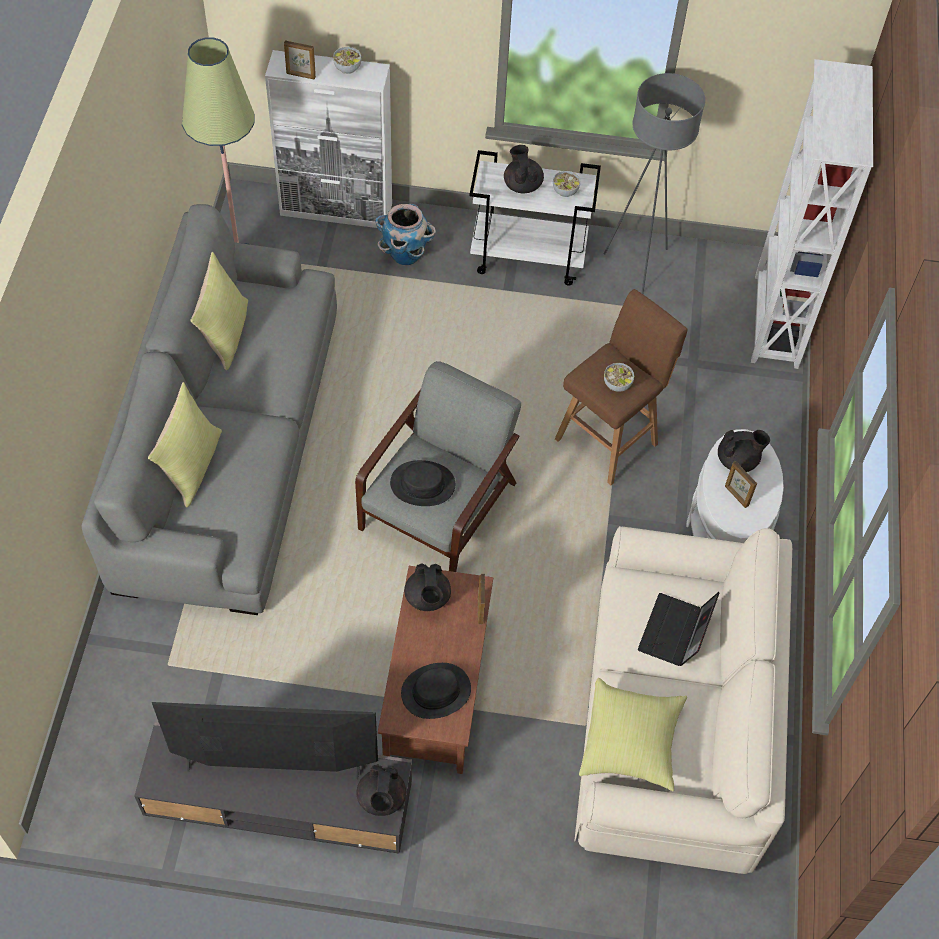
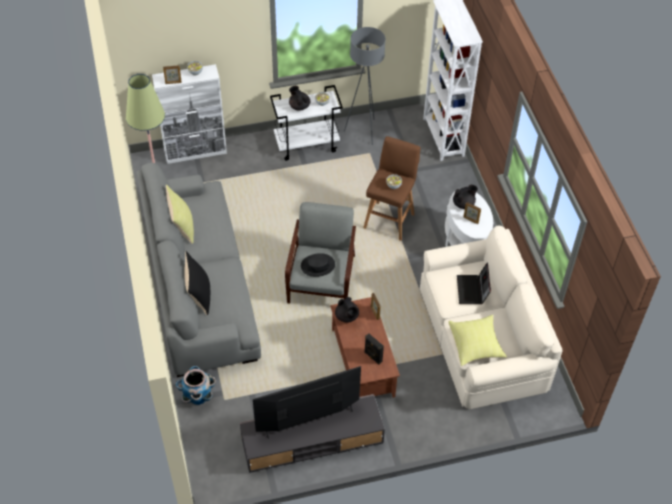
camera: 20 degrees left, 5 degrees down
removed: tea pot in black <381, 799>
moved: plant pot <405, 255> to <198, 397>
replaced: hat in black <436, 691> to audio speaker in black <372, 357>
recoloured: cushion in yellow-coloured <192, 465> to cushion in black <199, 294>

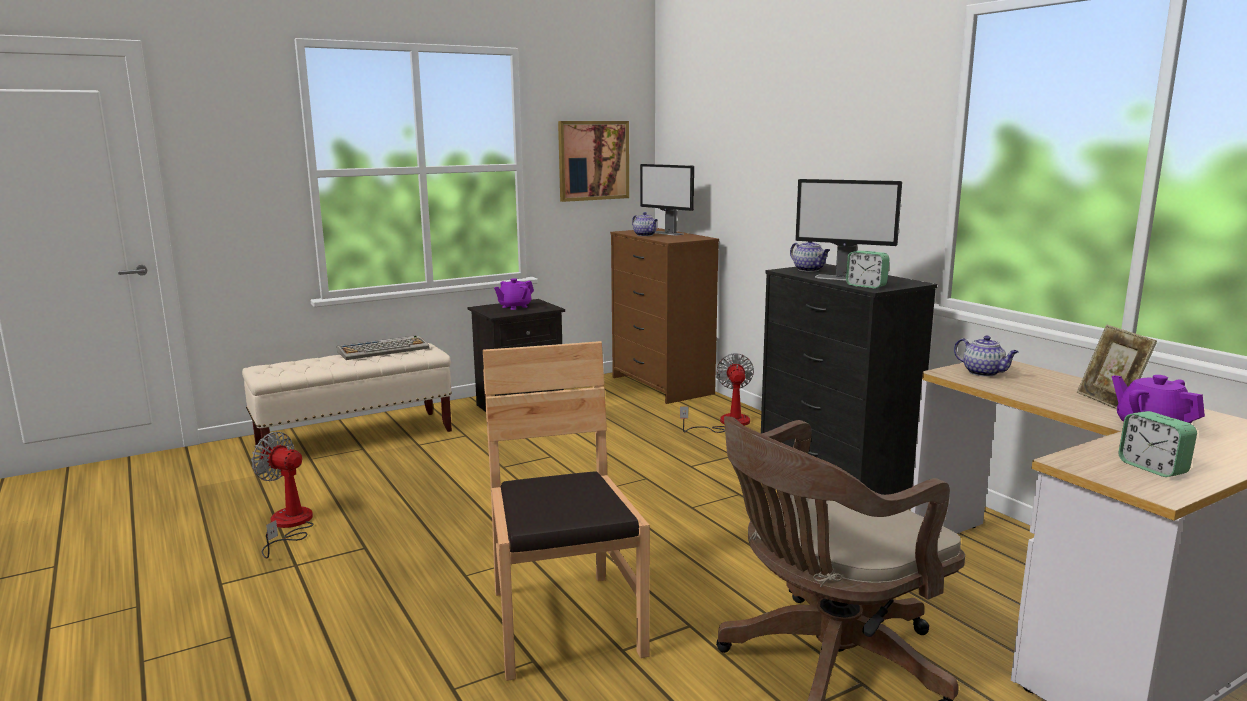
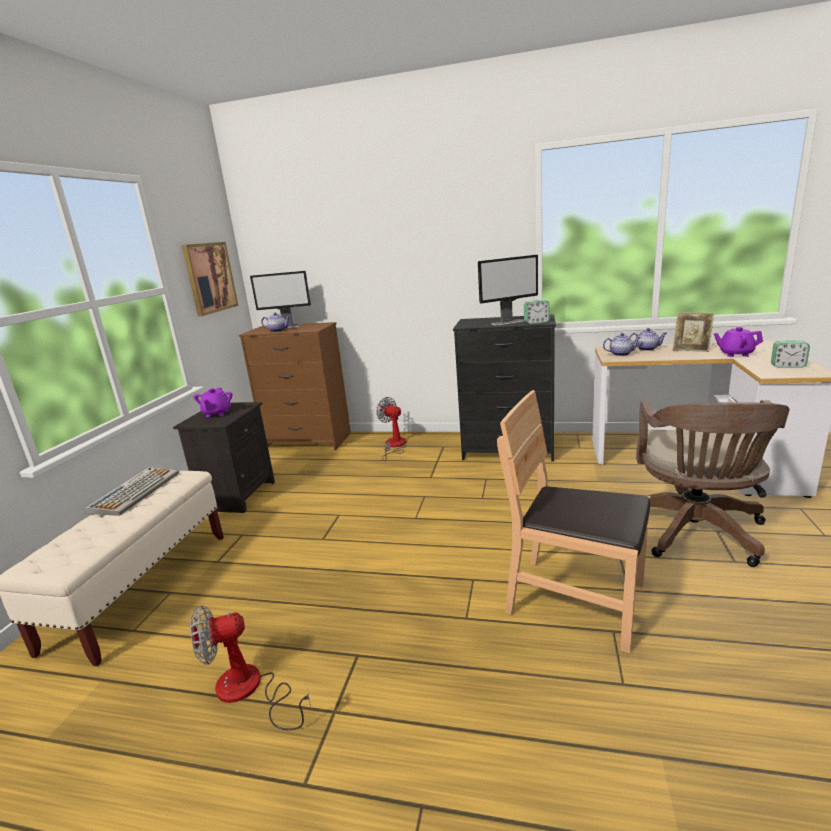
camera: 45 degrees left, 5 degrees up
moved: tea pot <809, 270> to <647, 349>

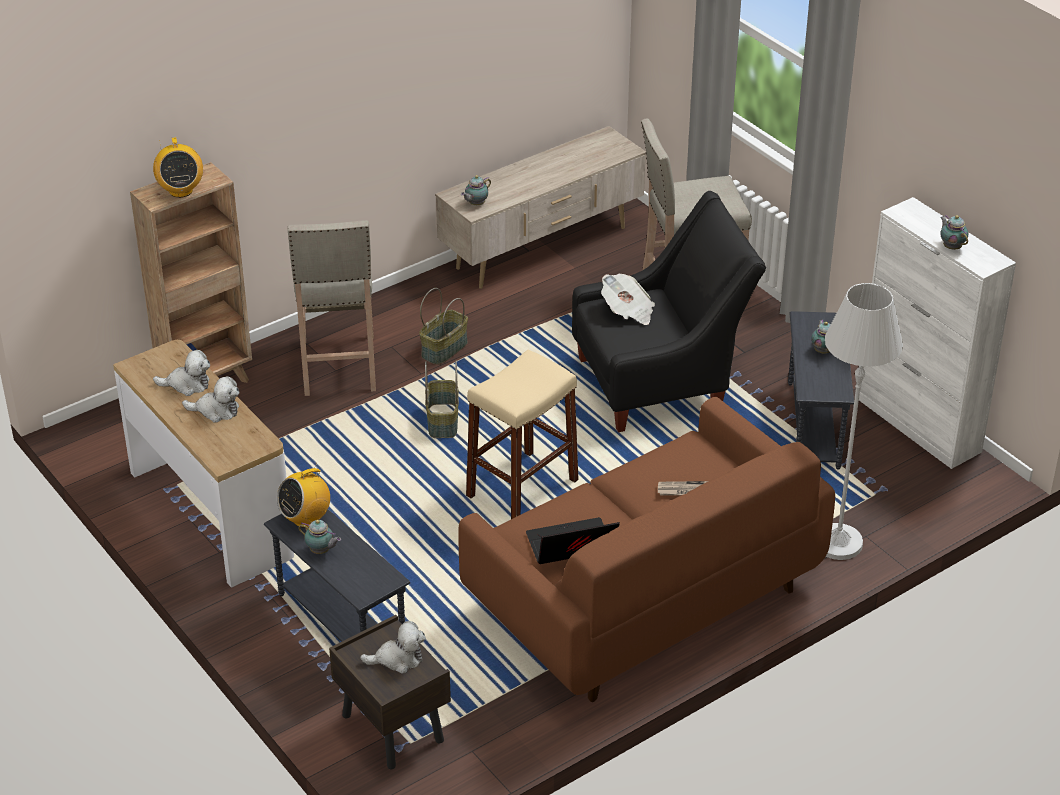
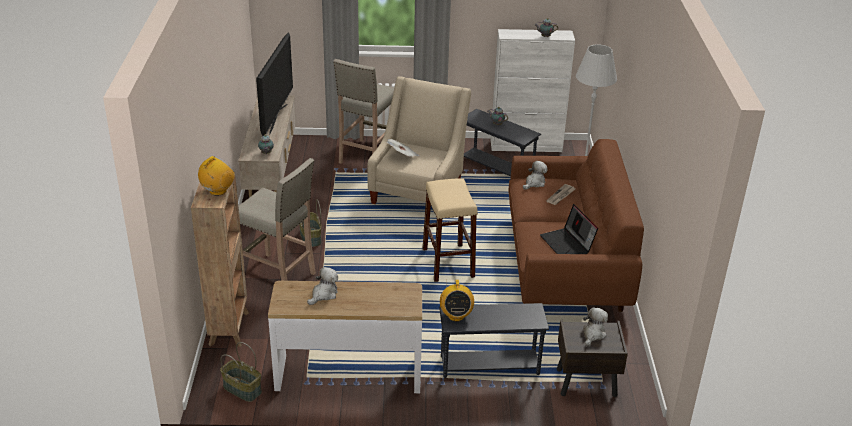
camera: 55 degrees left, 5 degrees down
removed: tea pot <321, 551>
added: TV <277, 118>
moved: basket <443, 422> to <243, 389>; plush toy <216, 410> to <534, 183>
recoloured: armchair in black <661, 383> to armchair in beige <418, 191>
turned: radio <180, 191> = <217, 191> 75 degrees counterclockwise; portable computer <570, 548> = <567, 244> 45 degrees counterclockwise

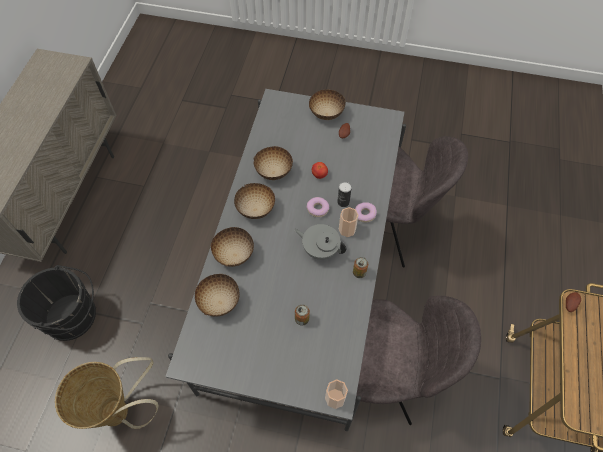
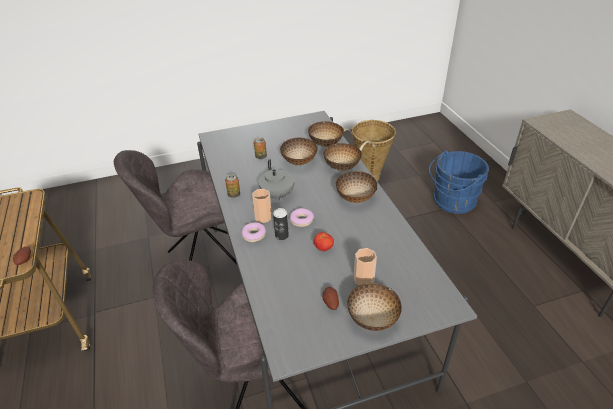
camera: 150 degrees right, 20 degrees down
moved: bowl <274, 171> to <299, 162>; drinking cup <335, 398> to <363, 279>
recoloured: pail in black <74, 317> to pail in blue-coloured <452, 201>
turned: tea pot in grey <320, 249> = <277, 195> 75 degrees clockwise

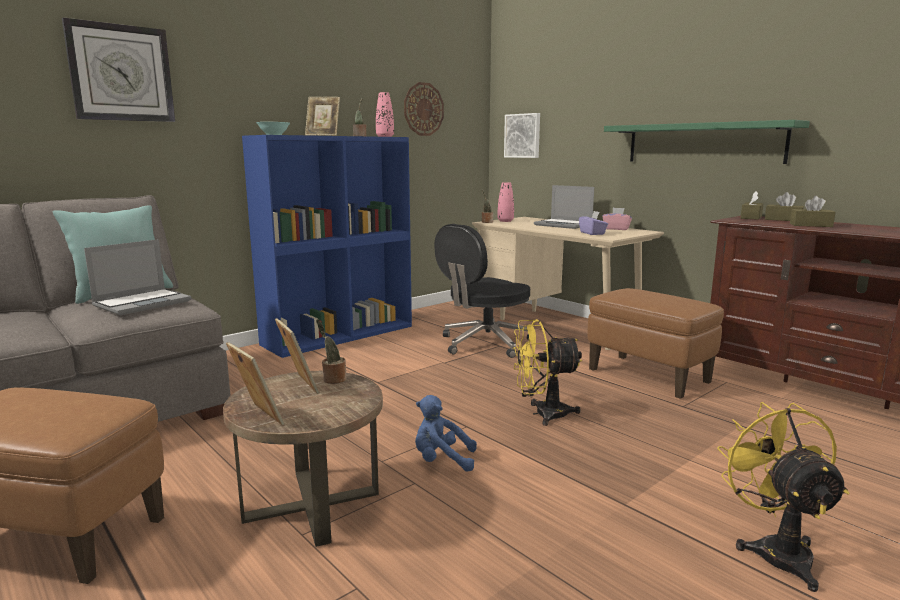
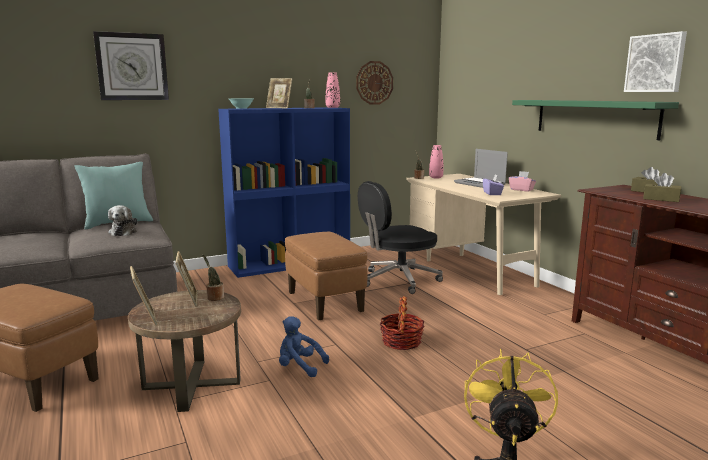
camera: 15 degrees right, 0 degrees up
removed: tissue box in brown <751, 217>
moved: pouffe in brown <647, 376> to <324, 302>; picture <523, 136> to <655, 63>
replaced: portable computer <143, 303> to plush toy <124, 232>; fan in yellow-coloured <542, 414> to basket <401, 342>

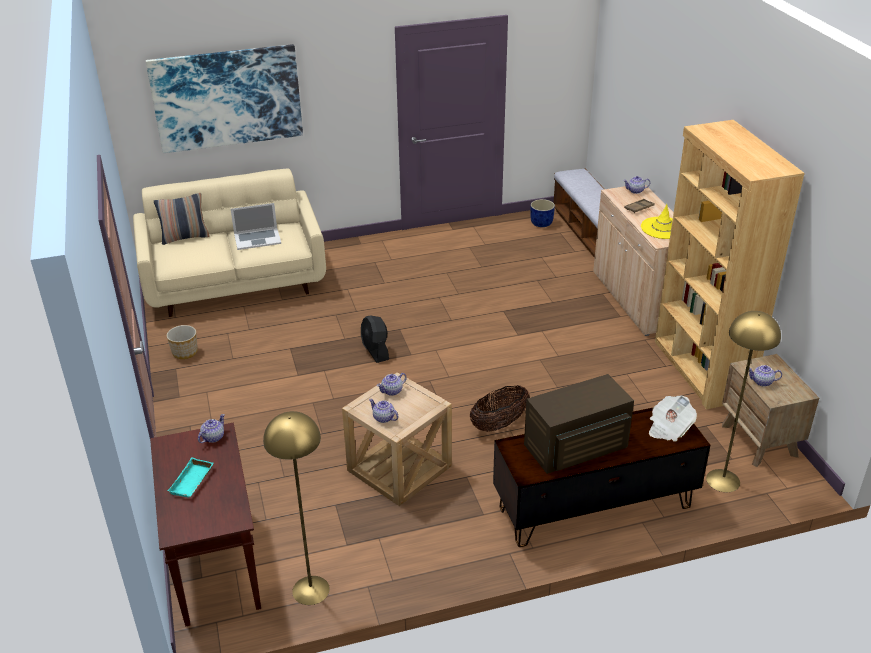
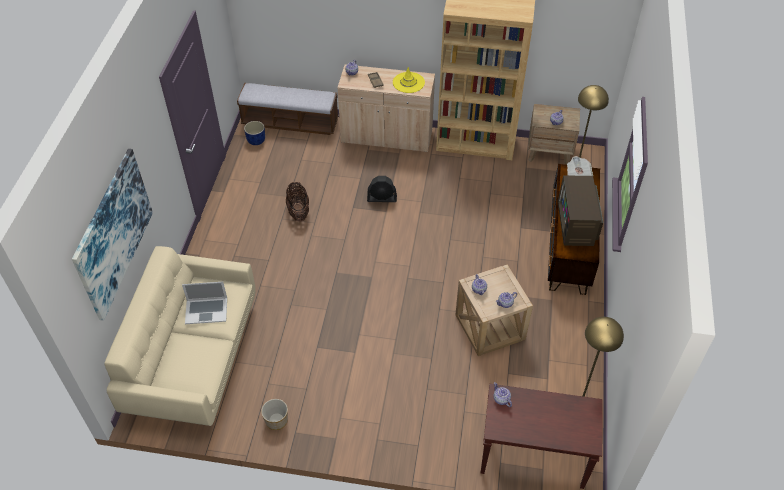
camera: 65 degrees left, 15 degrees up
removed: cushion <185, 237>; tray in turquoise-coloured <192, 482>
moved: basket <499, 424> to <298, 211>; fan in black <375, 351> to <382, 198>
turned: portable computer <257, 238> = <206, 310> 75 degrees clockwise

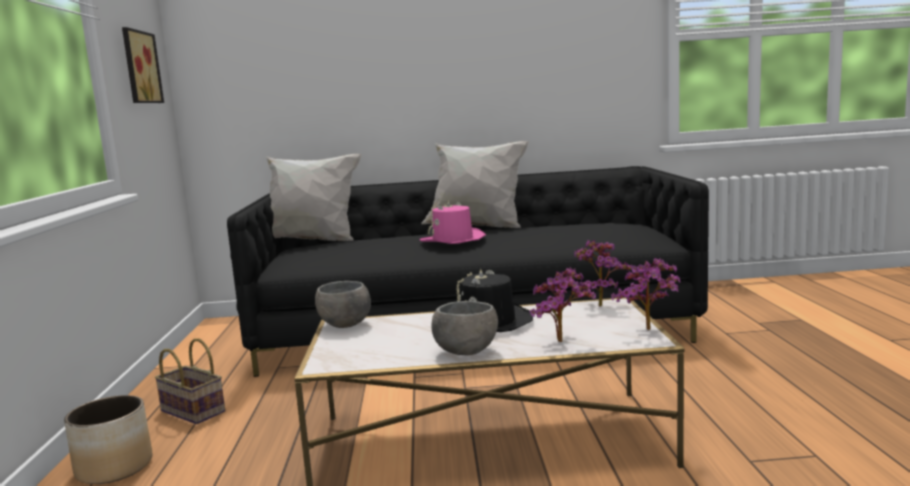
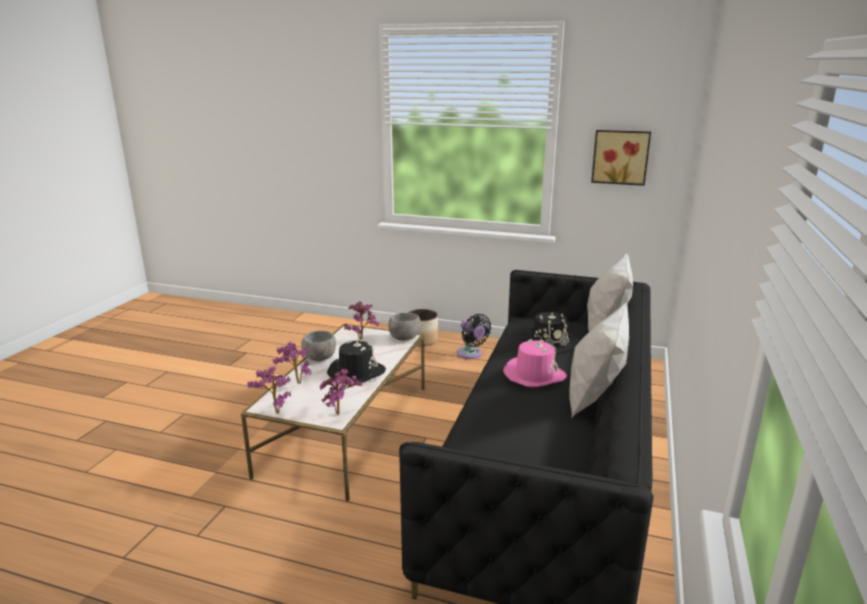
camera: 110 degrees right, 10 degrees up
added: plant in a pot <362, 339>; hat in black <549, 342>
replaced: basket <190, 411> to fan in black <471, 354>

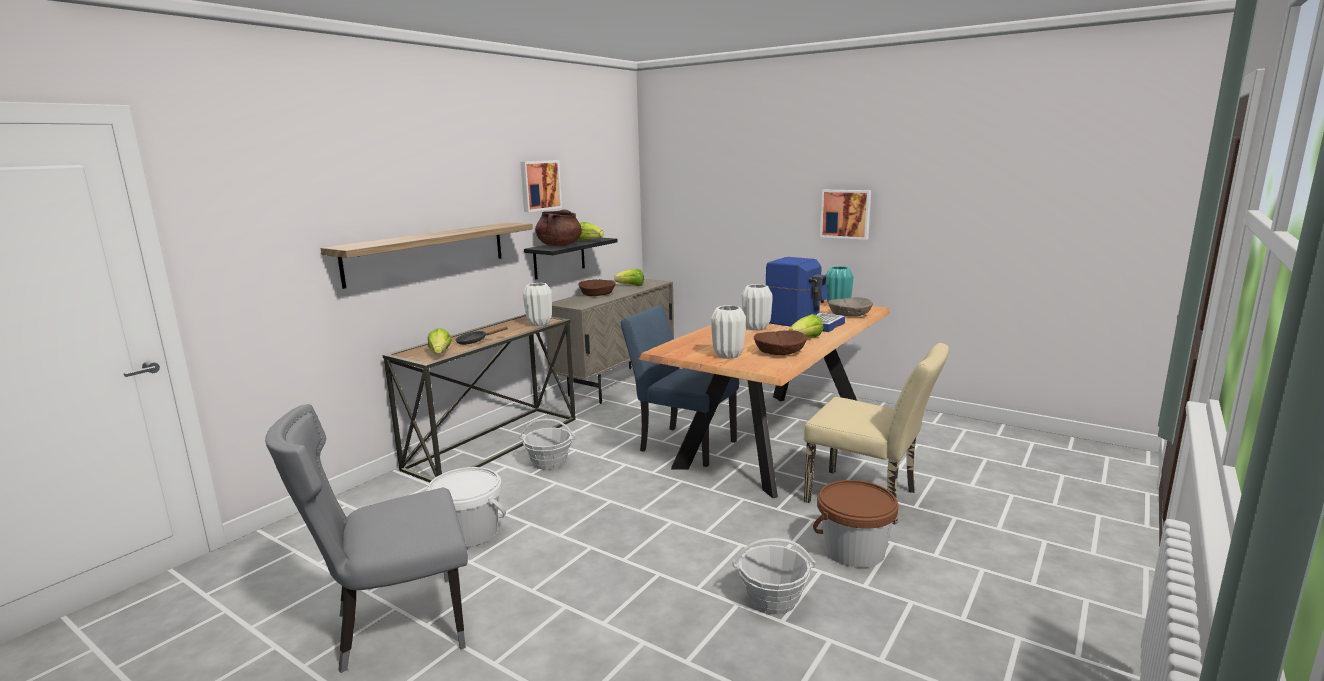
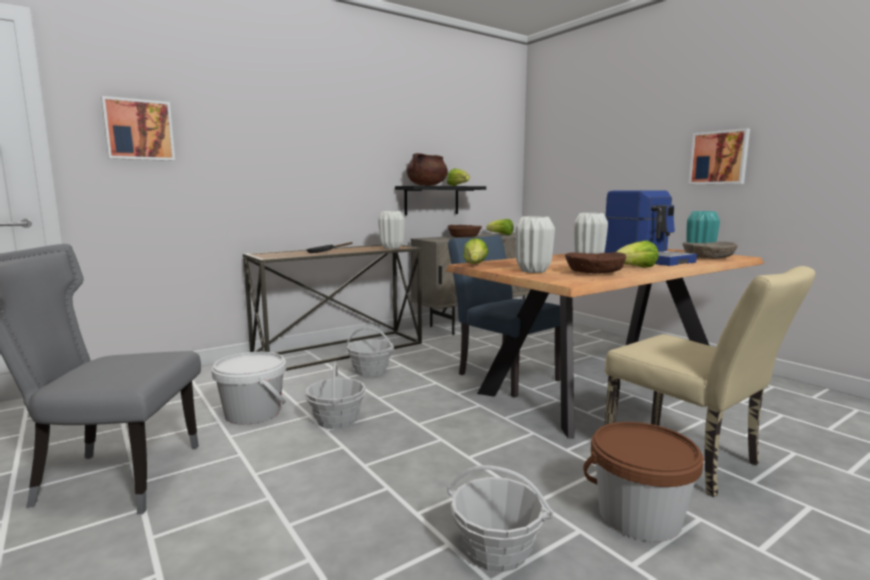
camera: 20 degrees right, 5 degrees down
removed: shelf <427, 252>
added: basket <337, 420>
moved: picture <539, 185> to <139, 130>; head of lettuce <440, 354> to <475, 265>

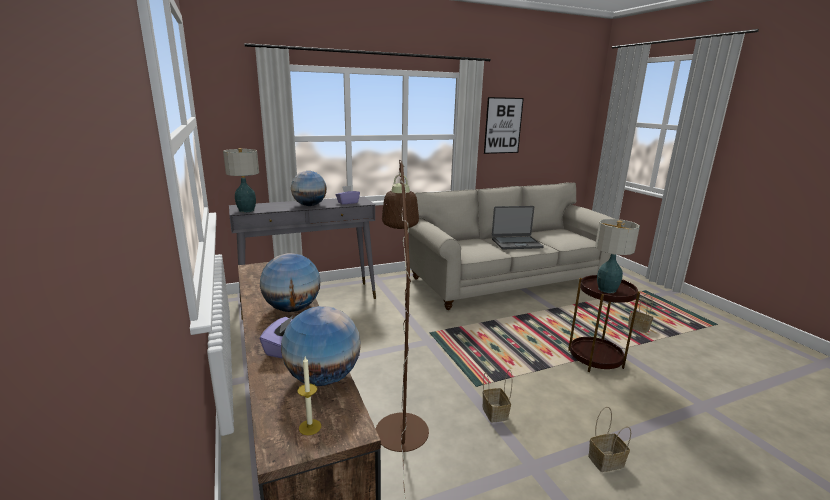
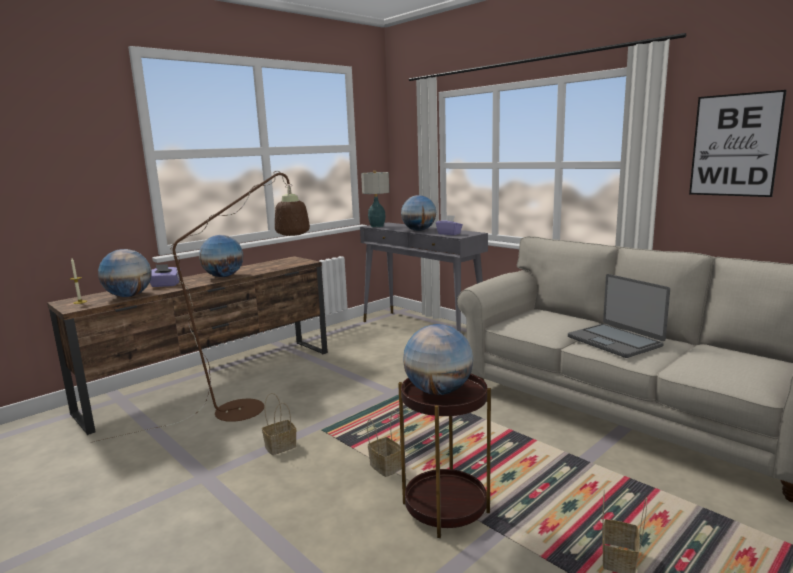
camera: 70 degrees right, 5 degrees down
moved: basket <605, 462> to <385, 466>
replaced: table lamp <606, 289> to globe <439, 391>

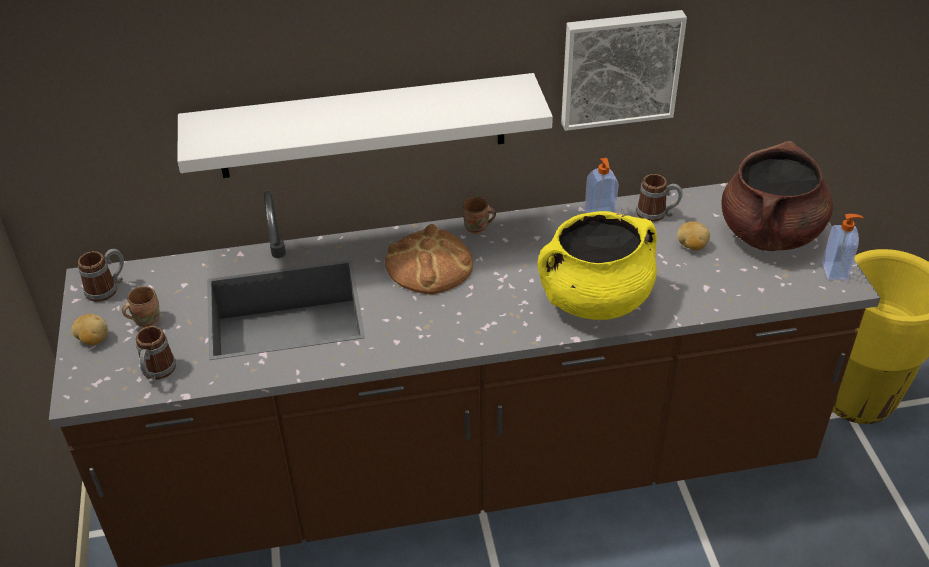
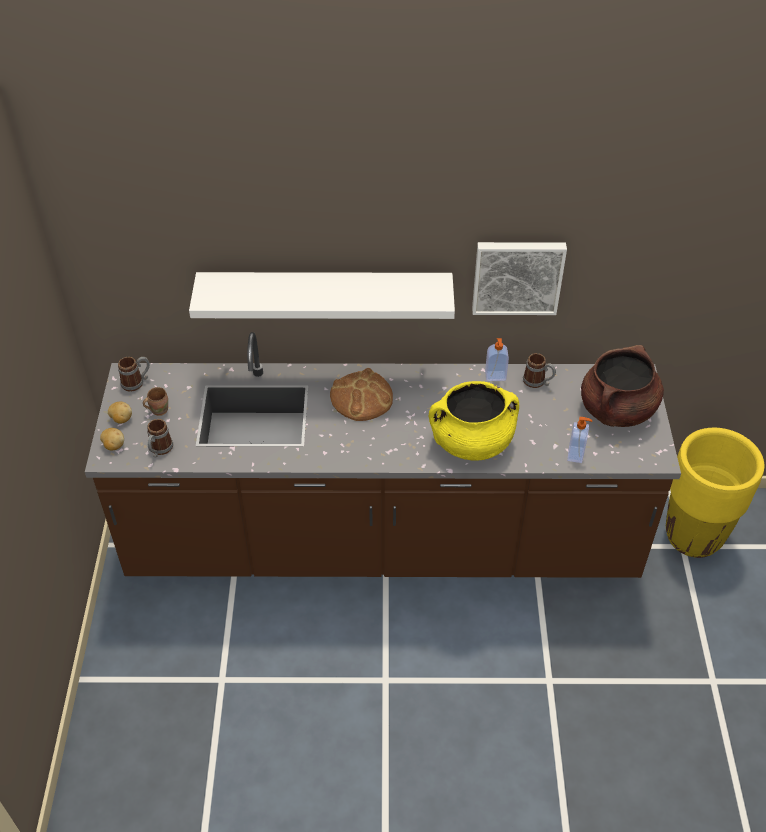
camera: 10 degrees right, 5 degrees up
removed: tea mug in brown <477, 229>
moved: potato <691, 246> to <113, 445>; soap bottle <835, 271> to <576, 454>

